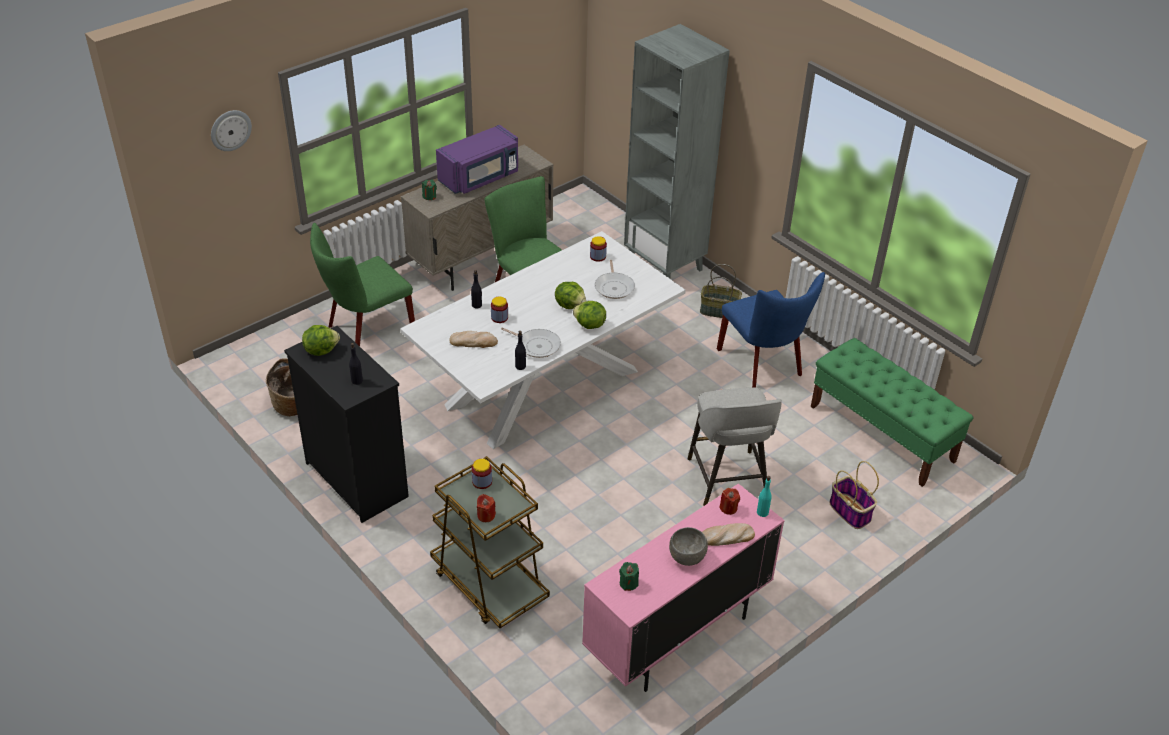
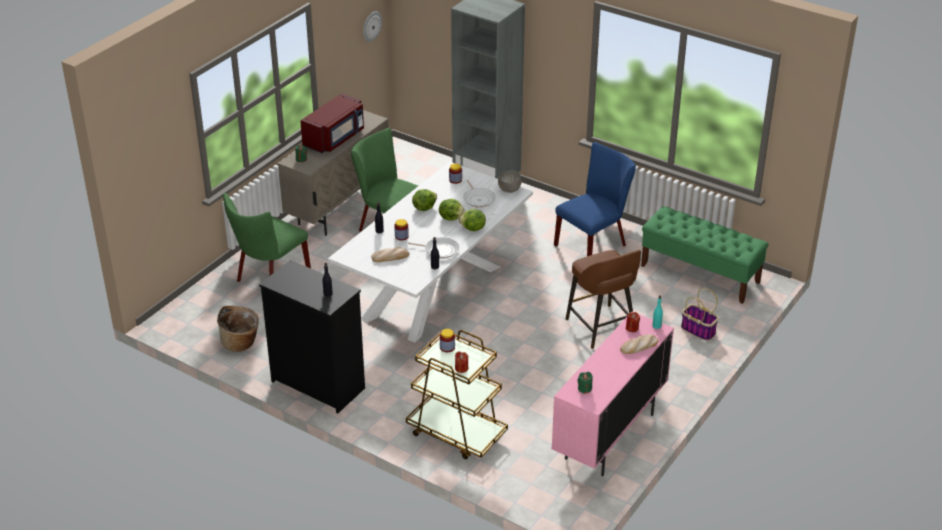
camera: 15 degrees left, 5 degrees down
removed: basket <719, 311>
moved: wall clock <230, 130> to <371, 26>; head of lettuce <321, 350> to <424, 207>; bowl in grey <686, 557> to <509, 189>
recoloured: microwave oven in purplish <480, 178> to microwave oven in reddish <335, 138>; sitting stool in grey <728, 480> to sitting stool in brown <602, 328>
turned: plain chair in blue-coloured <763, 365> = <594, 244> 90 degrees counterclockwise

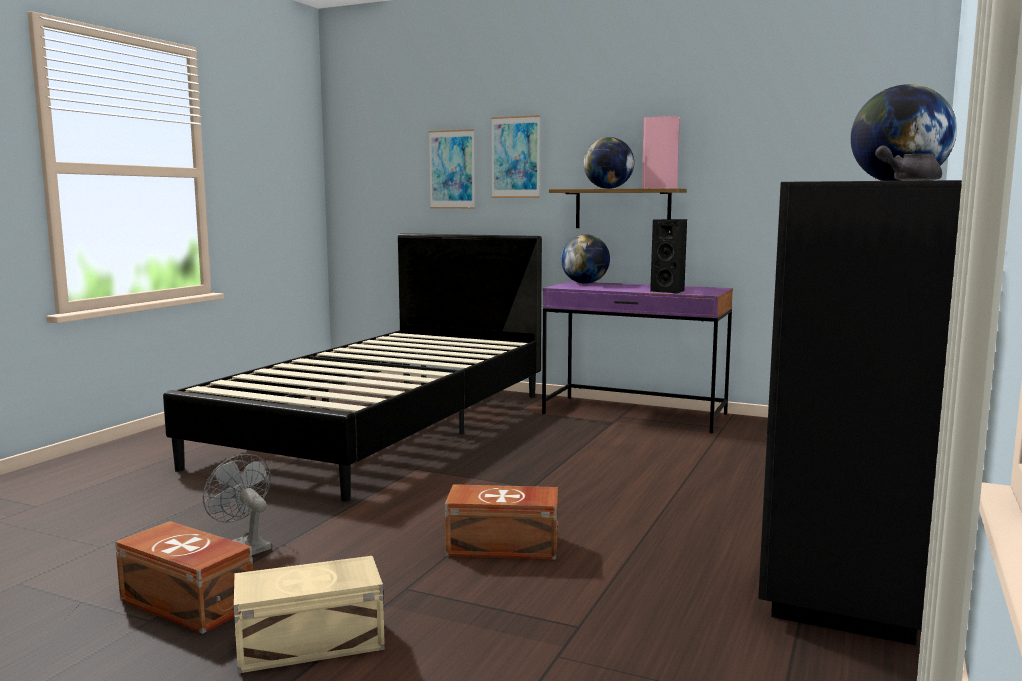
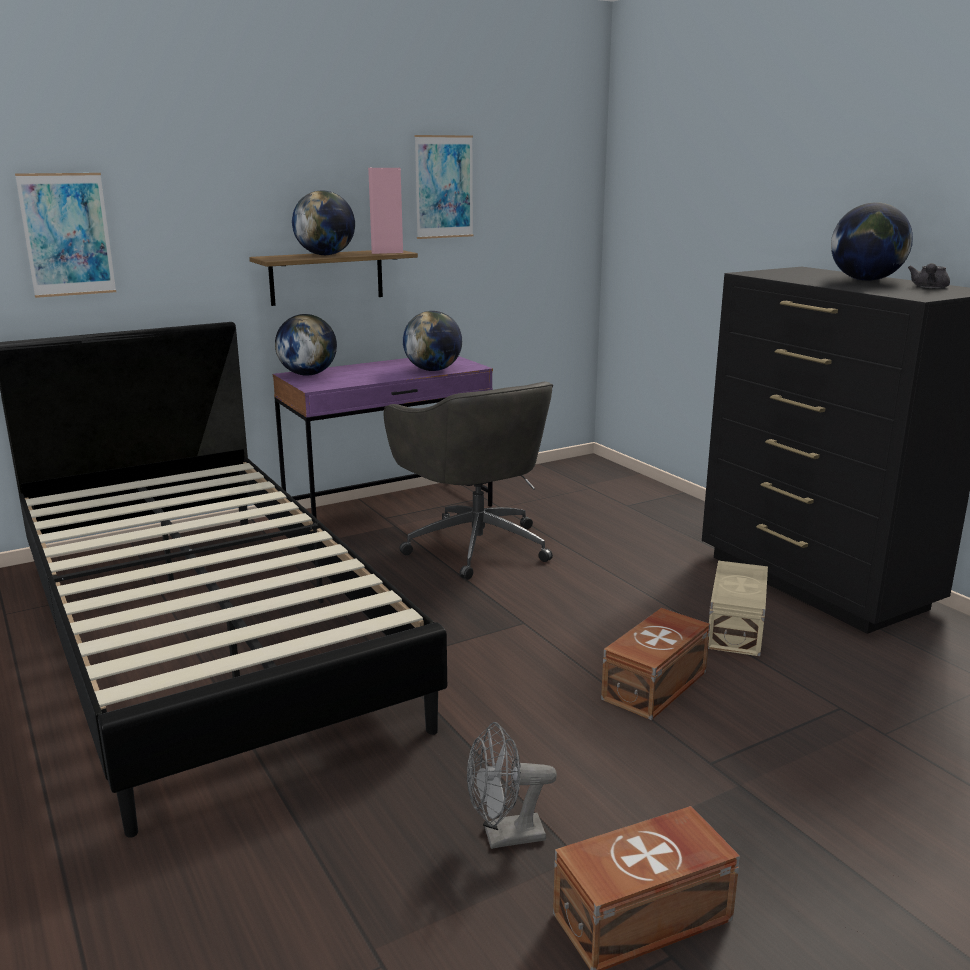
camera: 55 degrees left, 10 degrees up
added: desk chair in grey <475, 545>
moved: picture <515, 157> to <444, 187>; storage box in beige <312, 643> to <737, 627>
replaced: audio speaker in black <669, 291> to globe <433, 370>

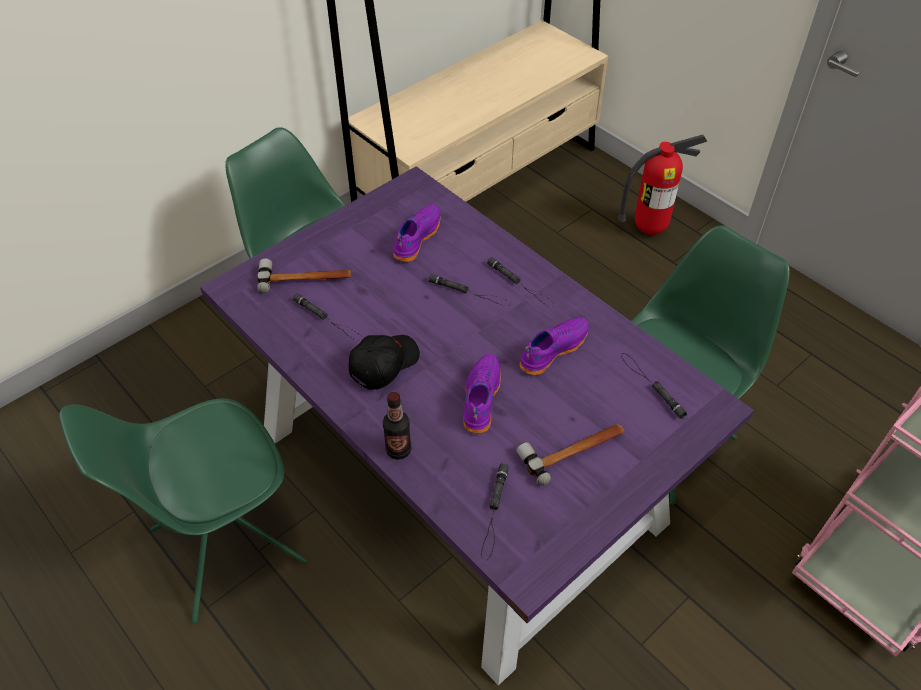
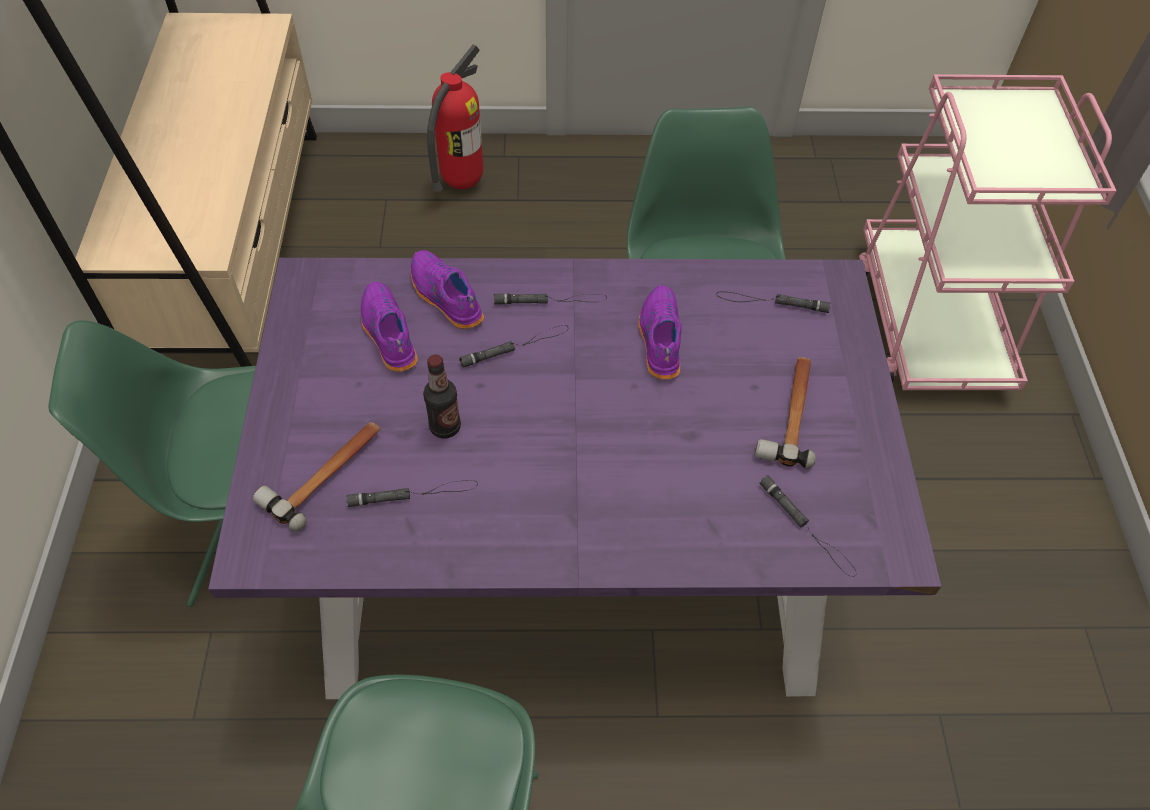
camera: 50 degrees left, 5 degrees up
removed: baseball cap in black <383, 364>
moved: low shoe in purplish <479, 399> to <444, 298>; drink bottle <398, 450> to <445, 427>

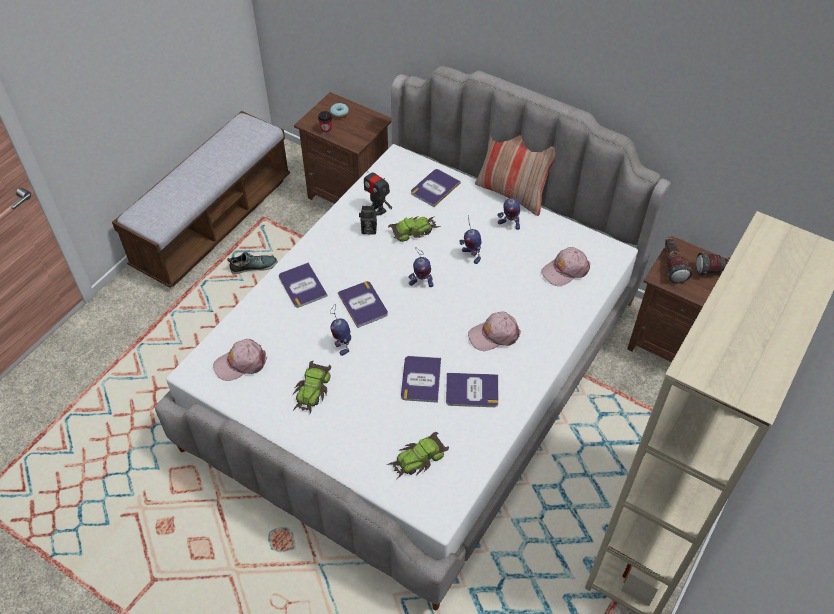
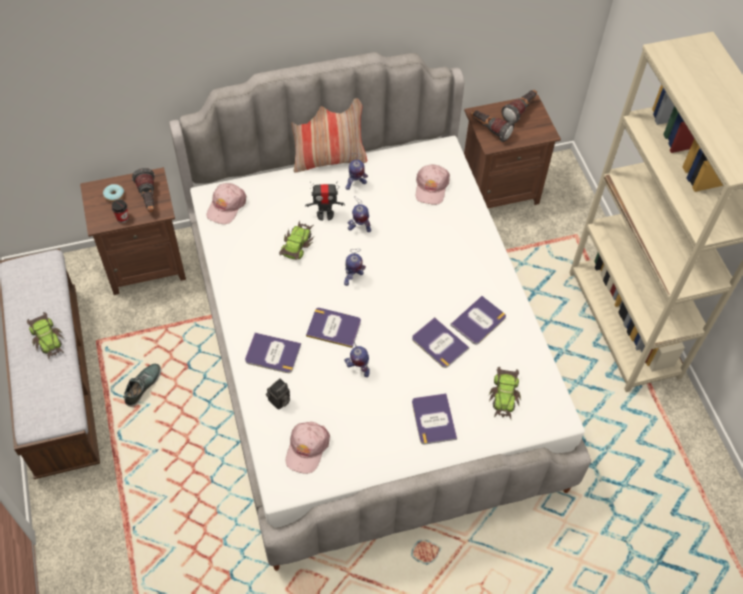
camera: 50 degrees left, 5 degrees up
added: flashlight <148, 199>
moved: toy car <312, 390> to <47, 338>; baseball cap in pink-coloured <494, 335> to <226, 206>; photo camera <368, 230> to <279, 401>; robot figure <377, 209> to <325, 215>; volume <435, 188> to <433, 419>

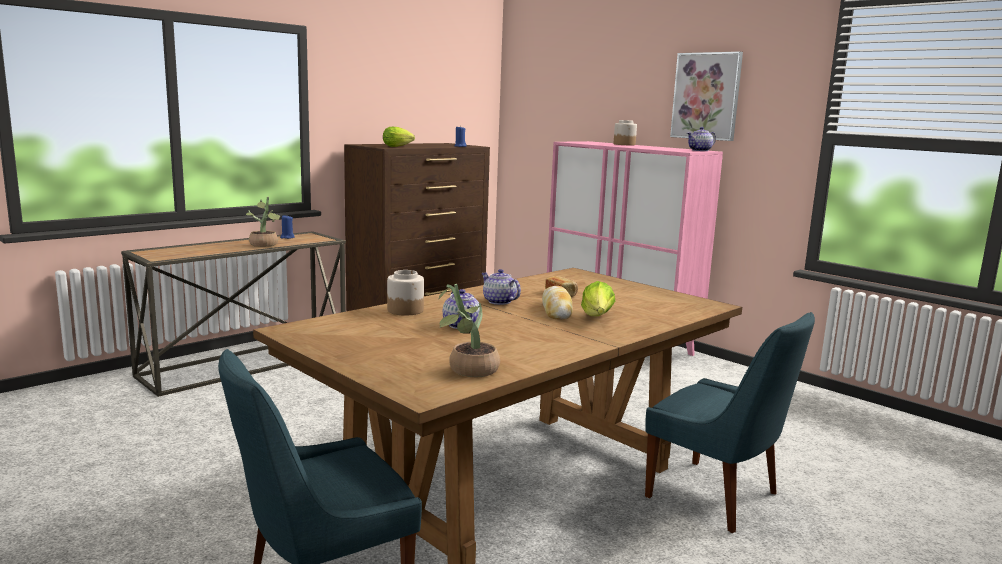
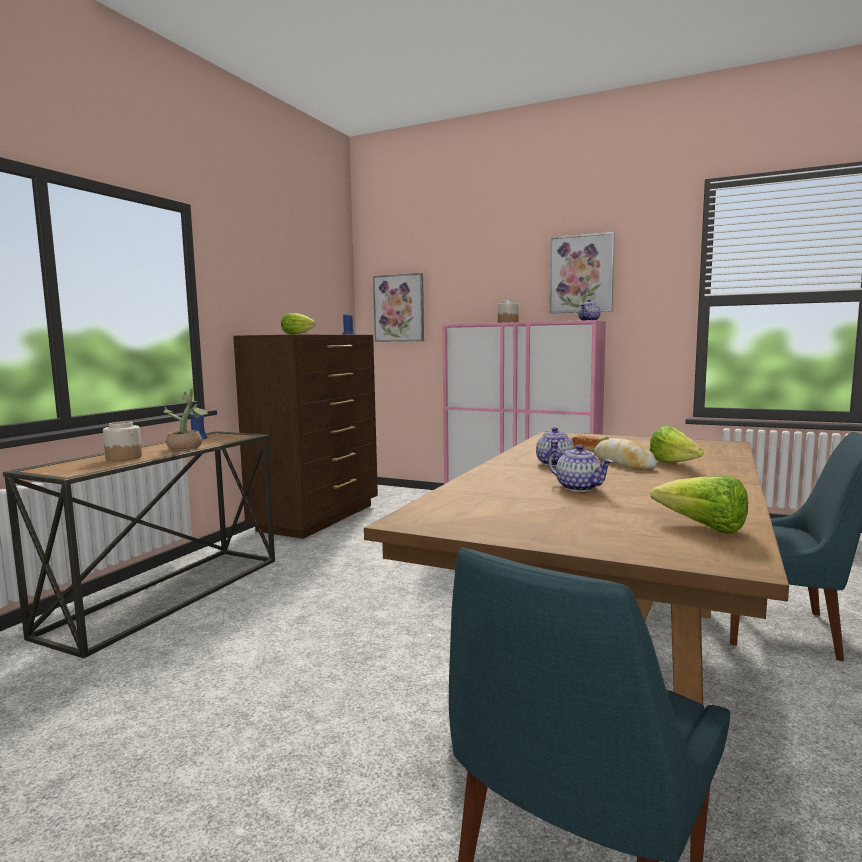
camera: 20 degrees left, 5 degrees down
added: picture <399, 308>
moved: storage jar <405, 310> to <124, 458>
replaced: plant in a pot <467, 370> to head of lettuce <703, 528>
turned: tea pot <498, 301> = <555, 463> 105 degrees counterclockwise

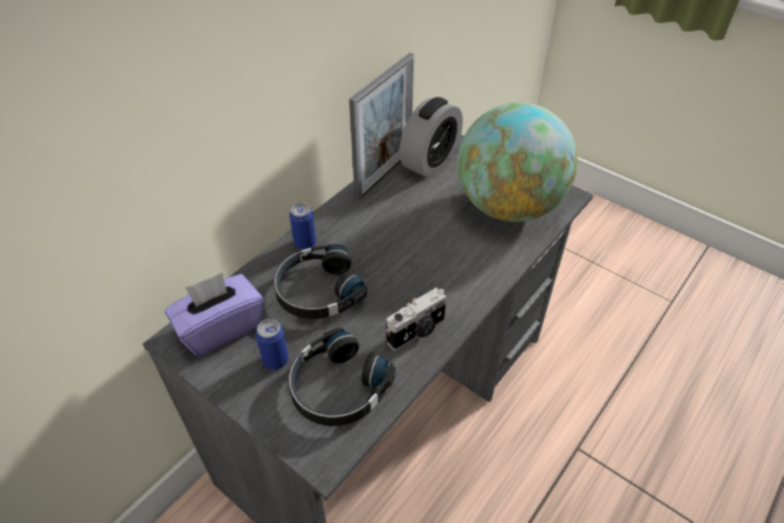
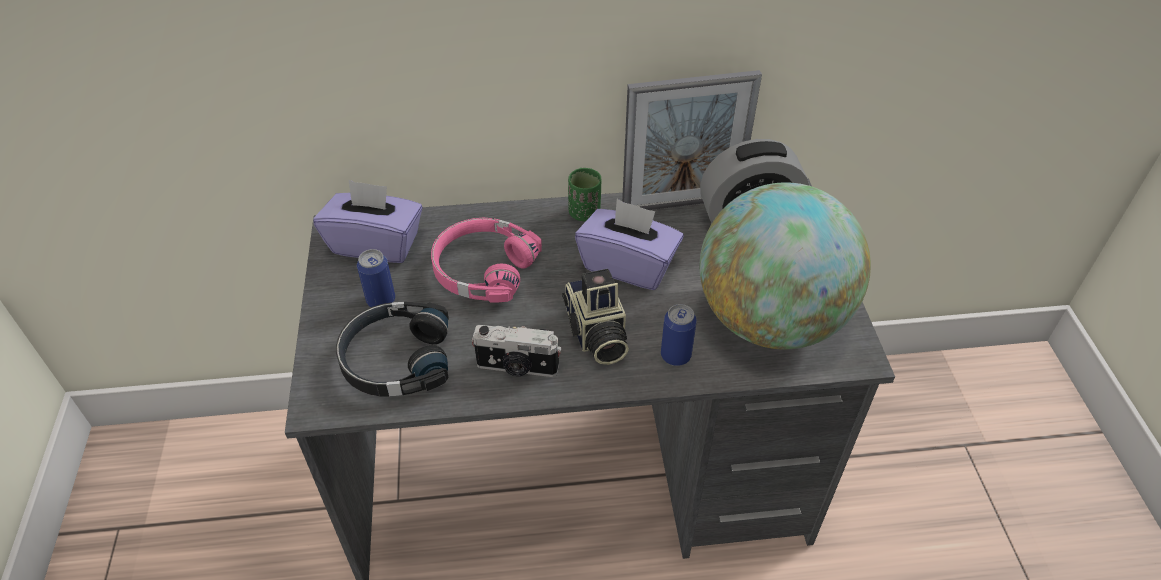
camera: 45 degrees right, 0 degrees up
added: photo camera <595, 334>; drinking cup in greenish <584, 213>; tissue box in purplish <628, 265>
moved: sealed can <305, 243> to <675, 356>
recoloured: pair of headphones in black <318, 291> to pair of headphones in pink-coloured <483, 269>

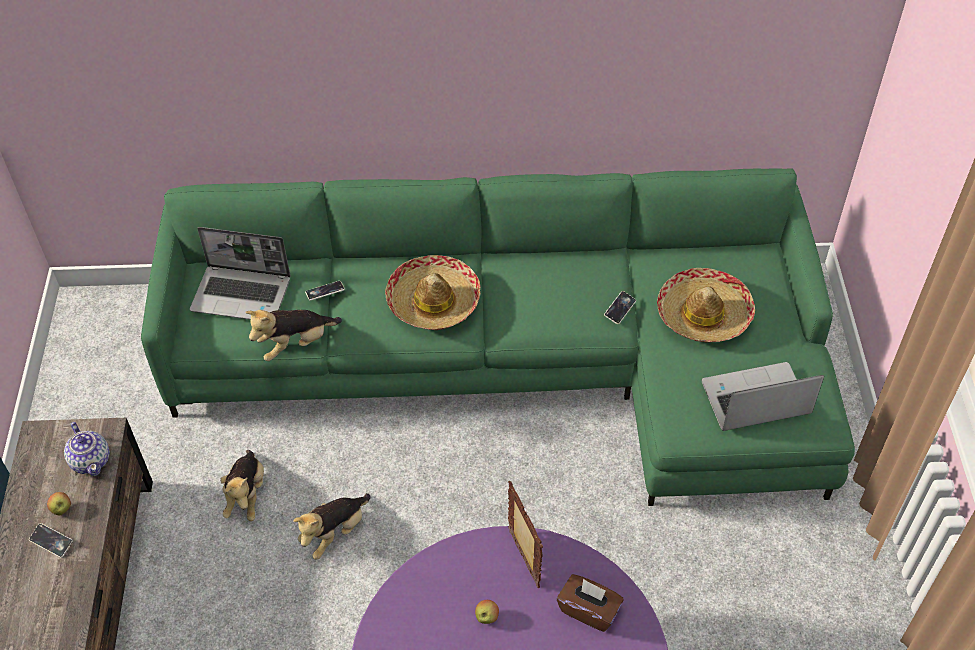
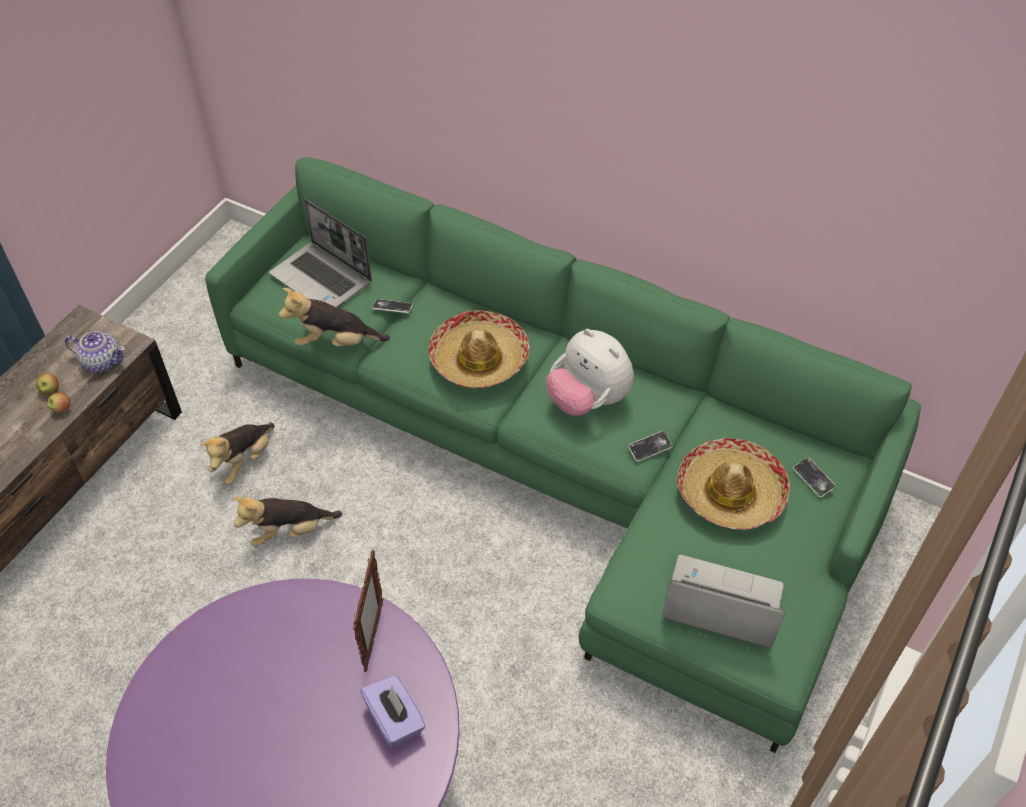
camera: 30 degrees right, 0 degrees up
added: plush toy <588, 400>
moved: apple fruit <486, 617> to <62, 409>; telephone <51, 541> to <813, 478>
recoloured: tissue box in brown <589, 610> to tissue box in purplish <395, 720>
turned: tea pot <91, 460> = <102, 361> 75 degrees counterclockwise

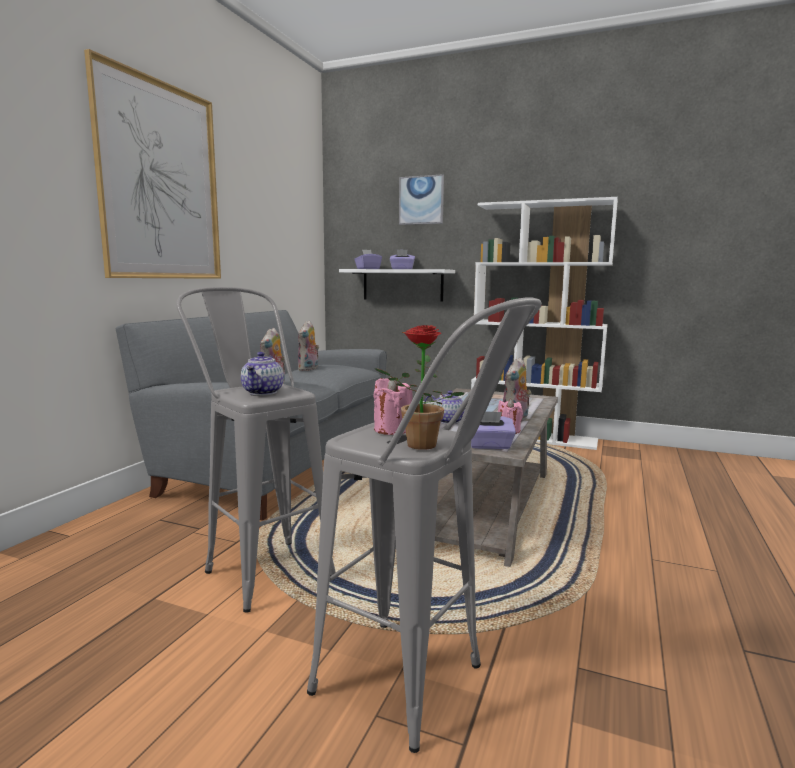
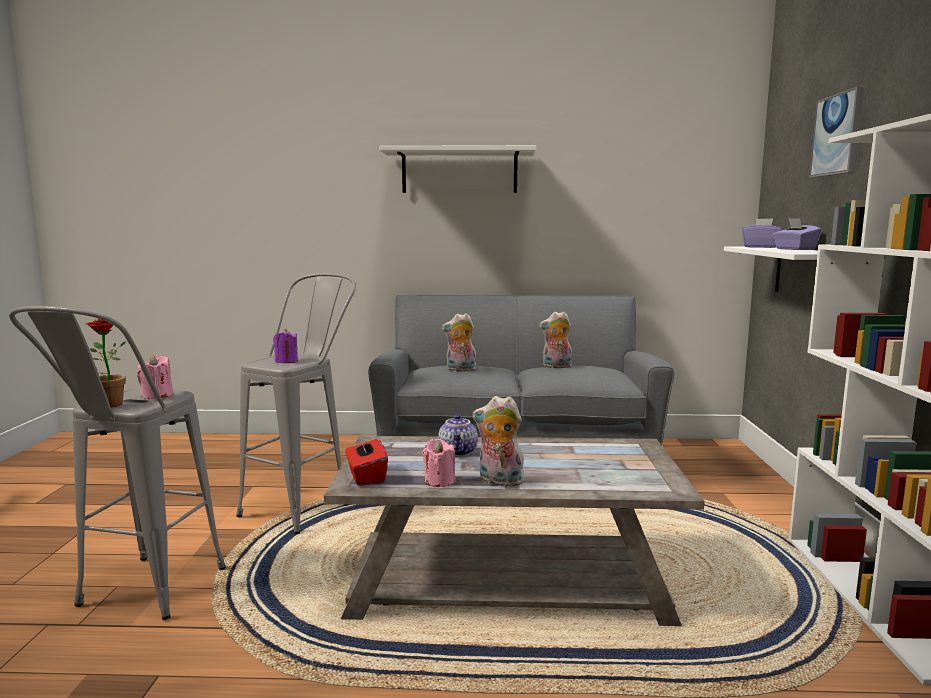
camera: 70 degrees right, 0 degrees up
replaced: tea pot <263, 392> to wax candle in purplish <286, 361>; picture <161, 182> to shelf in whitish <459, 171>
recoloured: tissue box in purplish <489, 446> to tissue box in reddish <366, 477>

